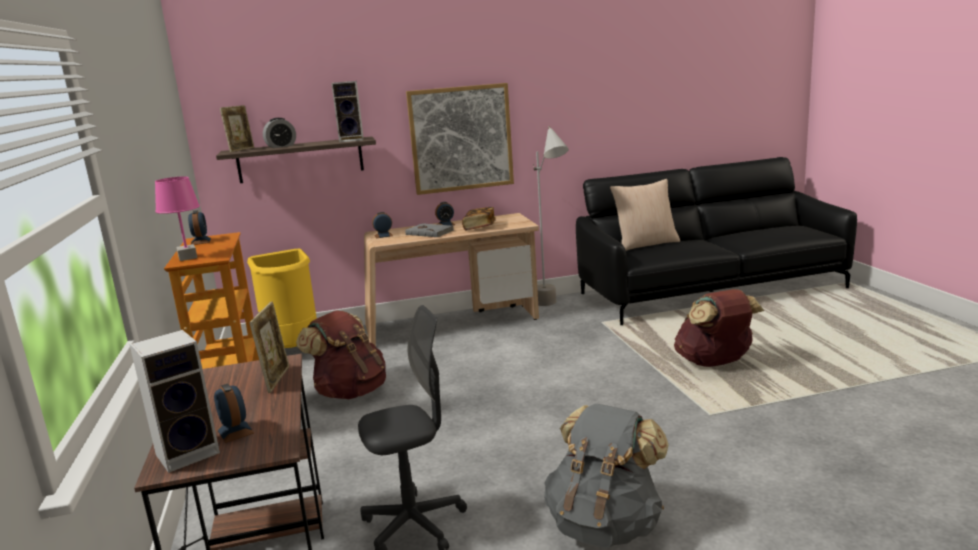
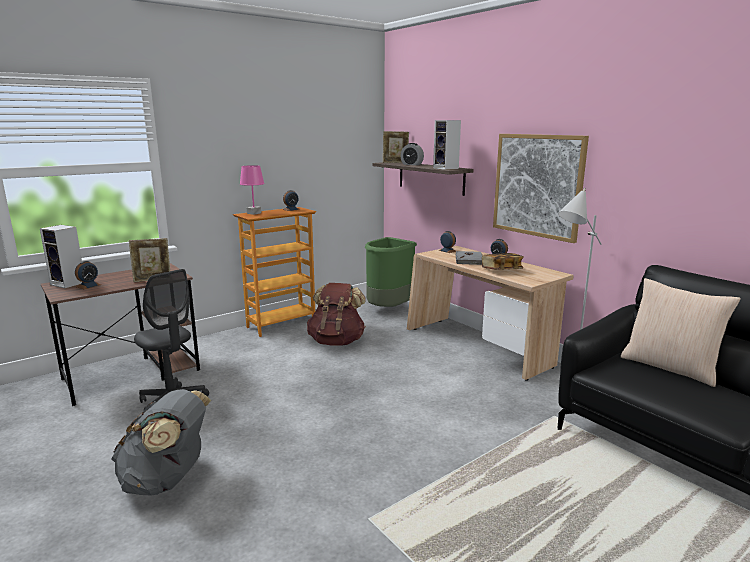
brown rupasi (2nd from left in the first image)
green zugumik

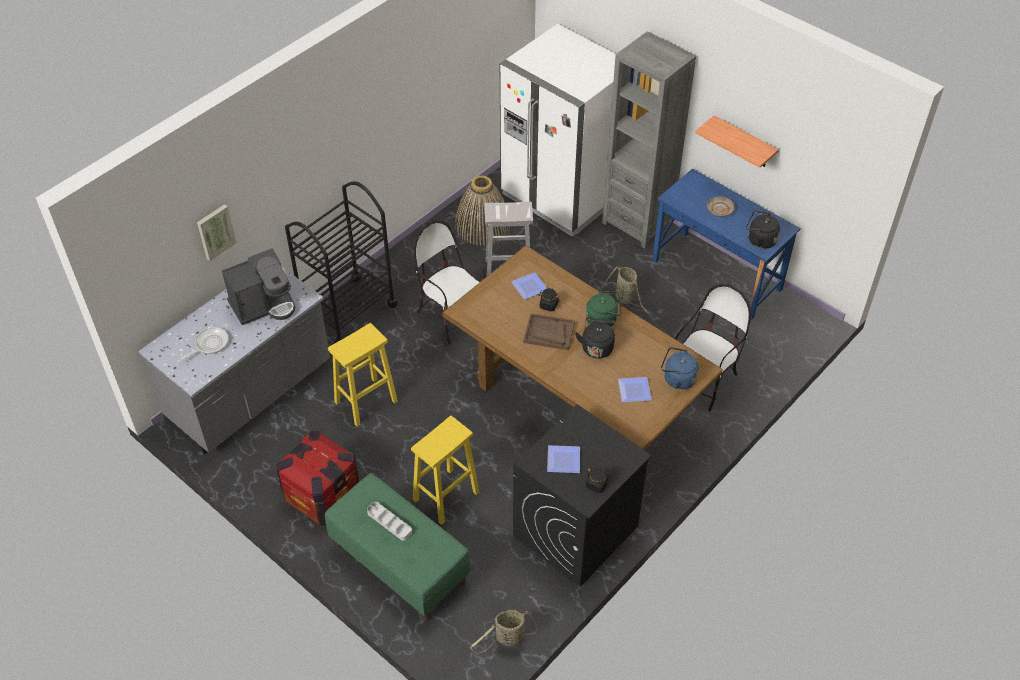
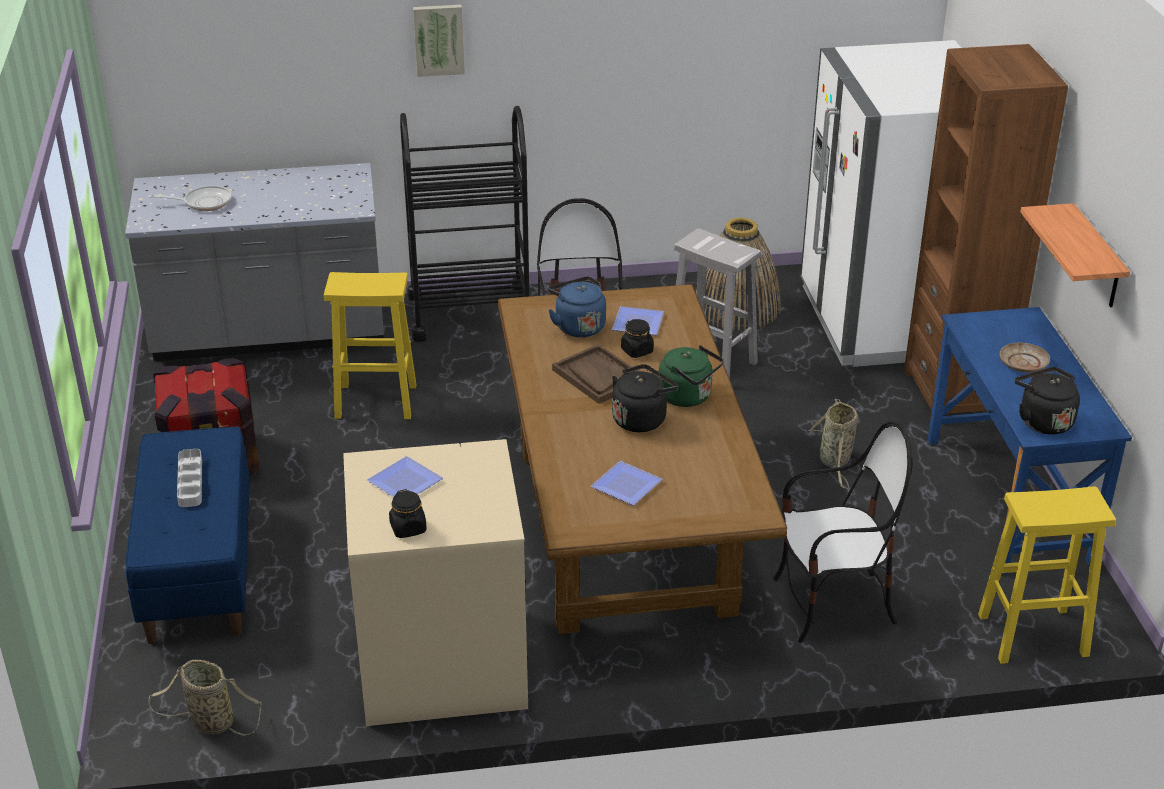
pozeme
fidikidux
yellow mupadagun (2nd from left)
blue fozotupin
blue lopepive
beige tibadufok
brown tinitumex

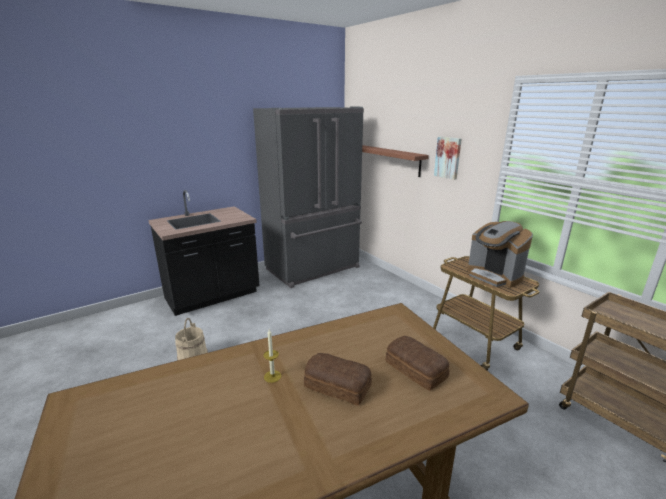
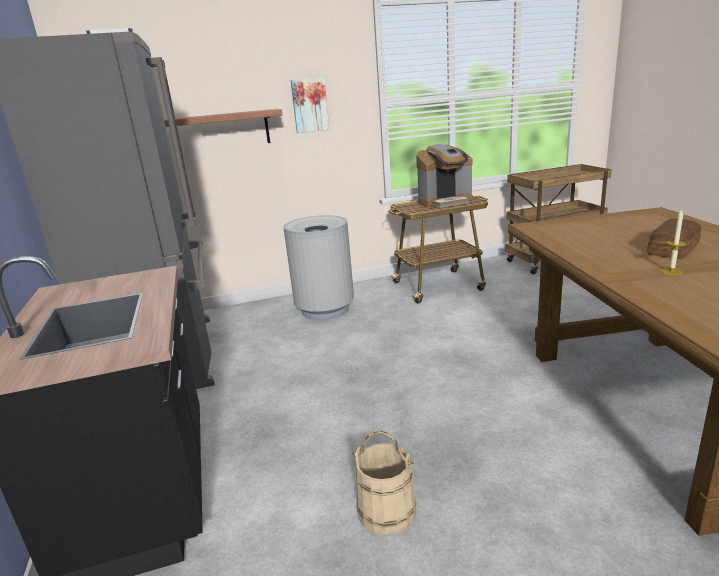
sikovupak (2nd from left in the first image)
grey zugumik

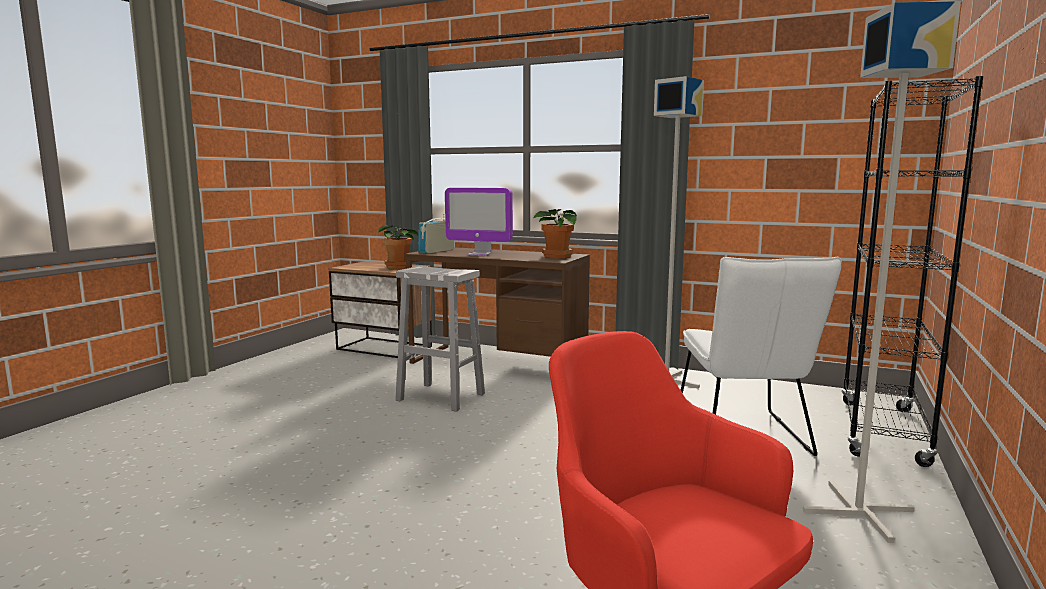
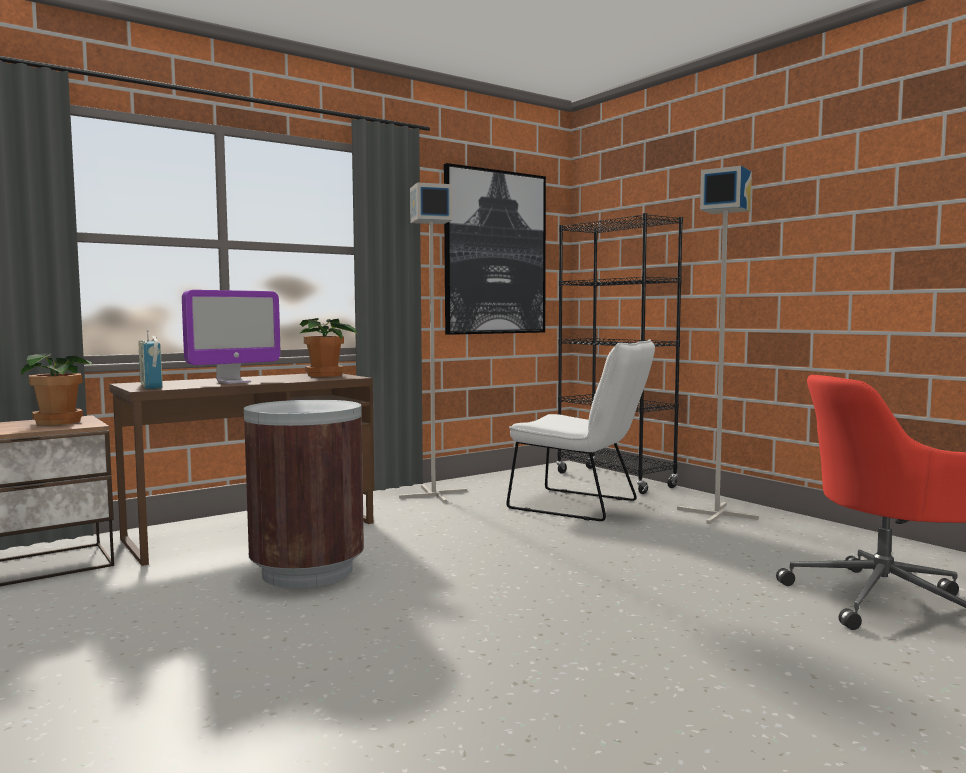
fidikidux
brown zugumik

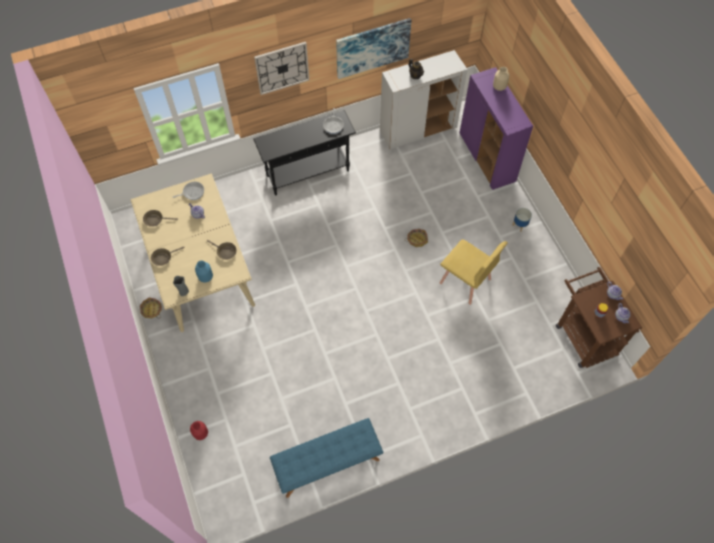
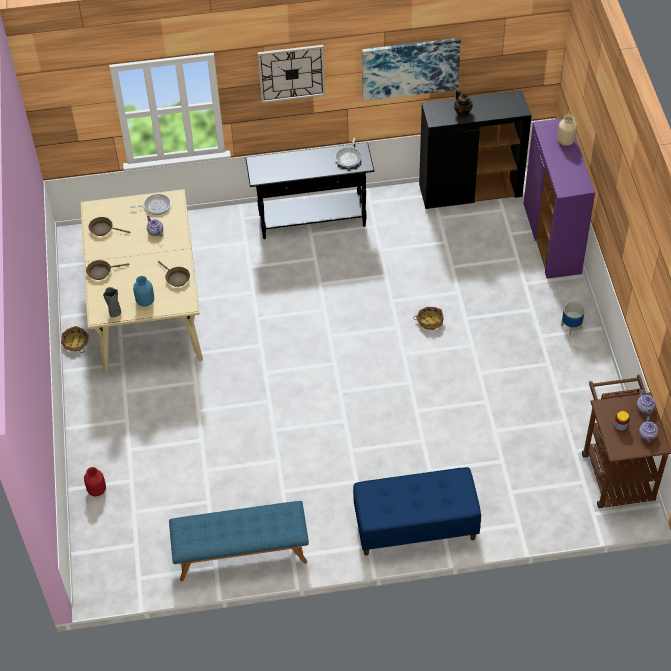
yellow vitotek
blue lopepive (2nd from left)
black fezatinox

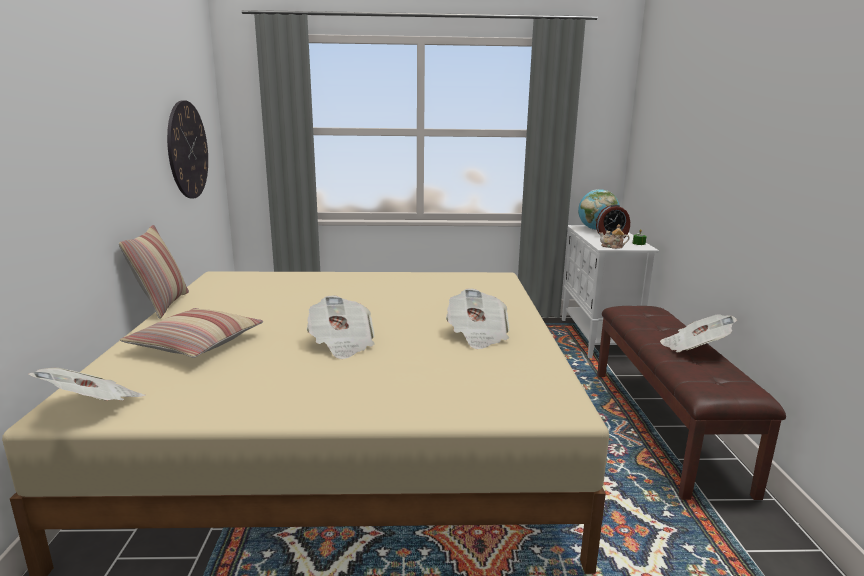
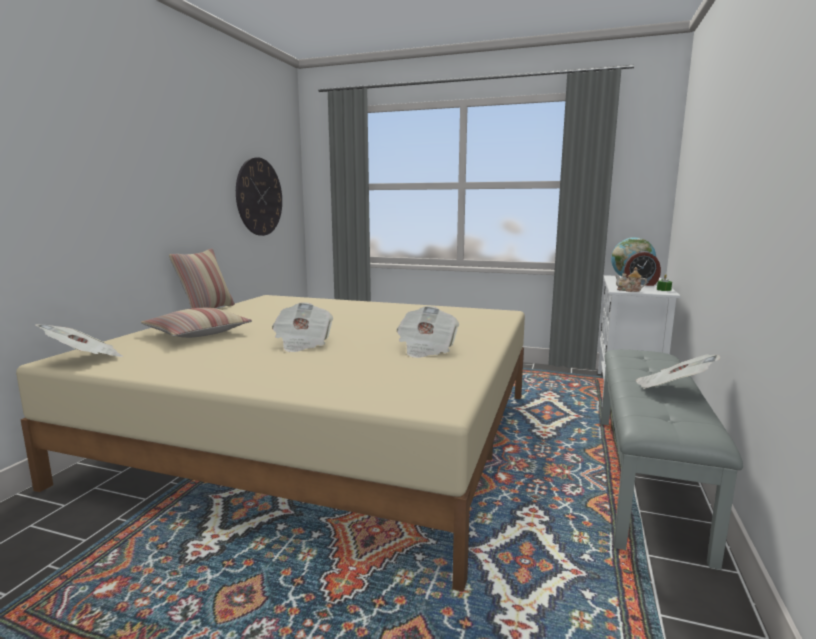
grey lopepive

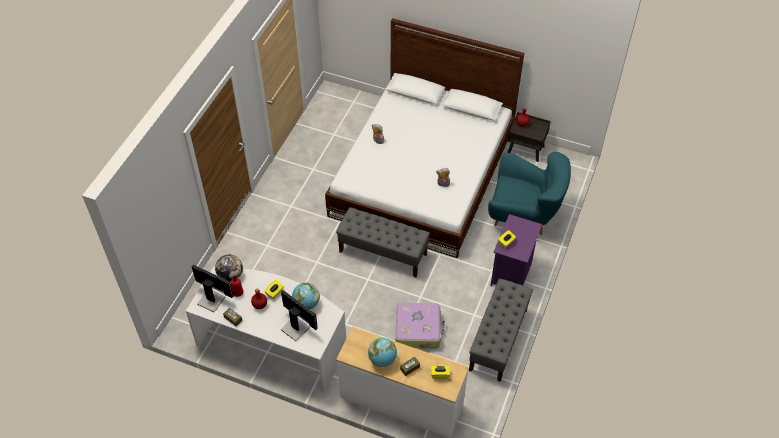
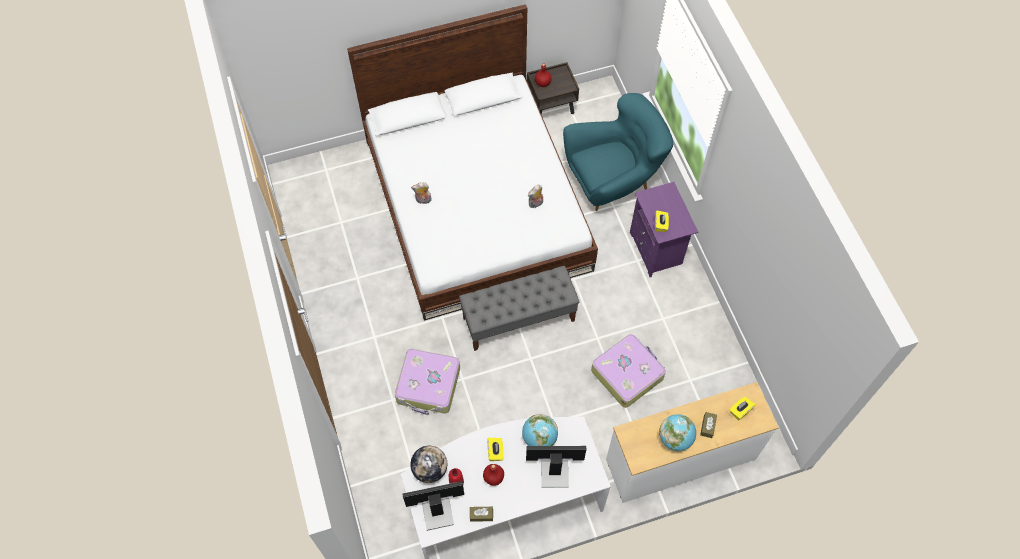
grey lopepive (2nd from left in the first image)
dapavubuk (1st from left)

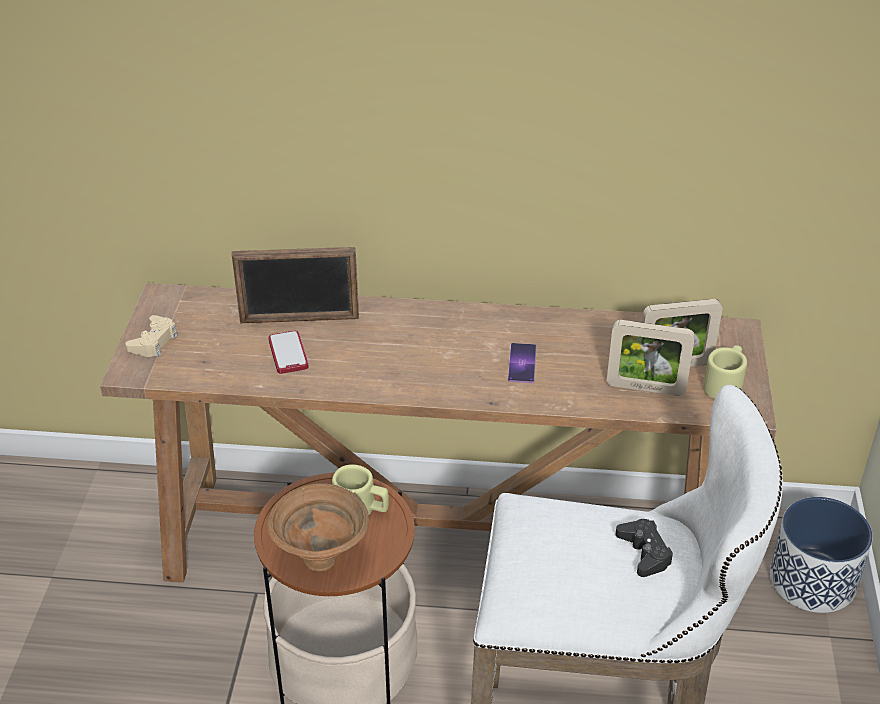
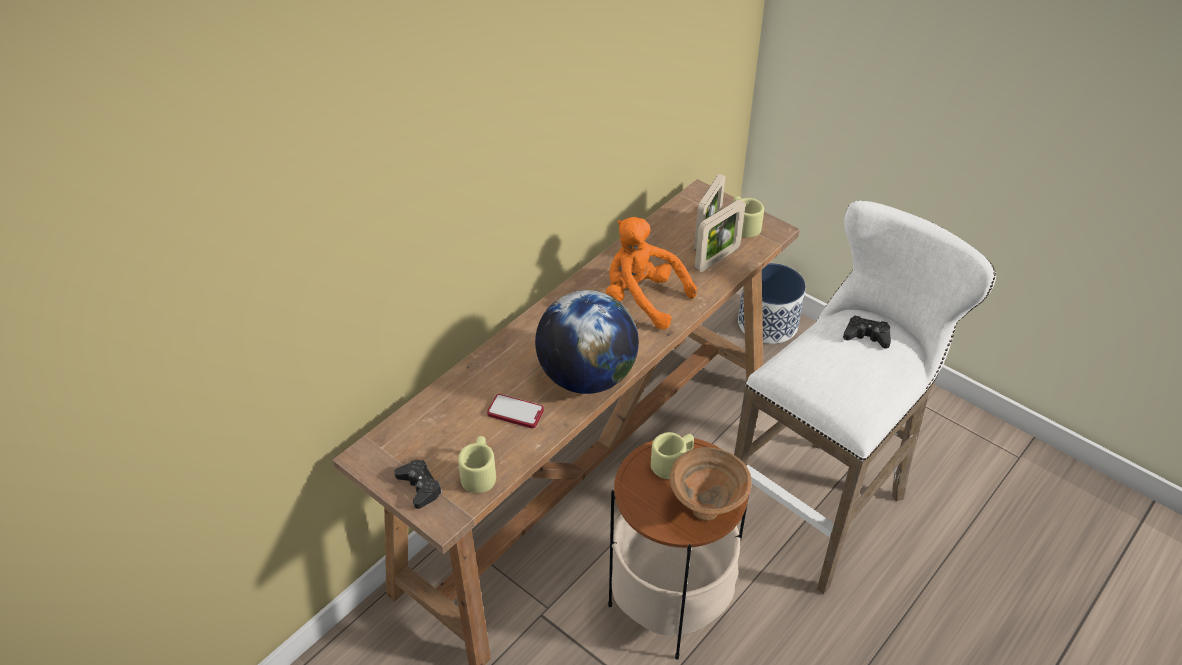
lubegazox (1st from left in the first image)
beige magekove (1st from left)
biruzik
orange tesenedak
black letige (1st from left)

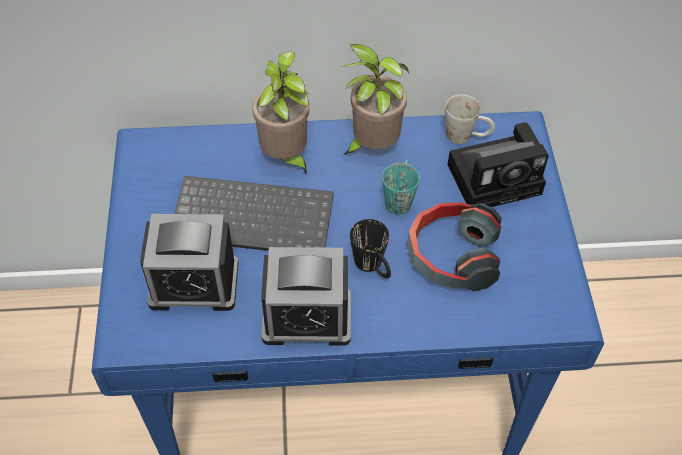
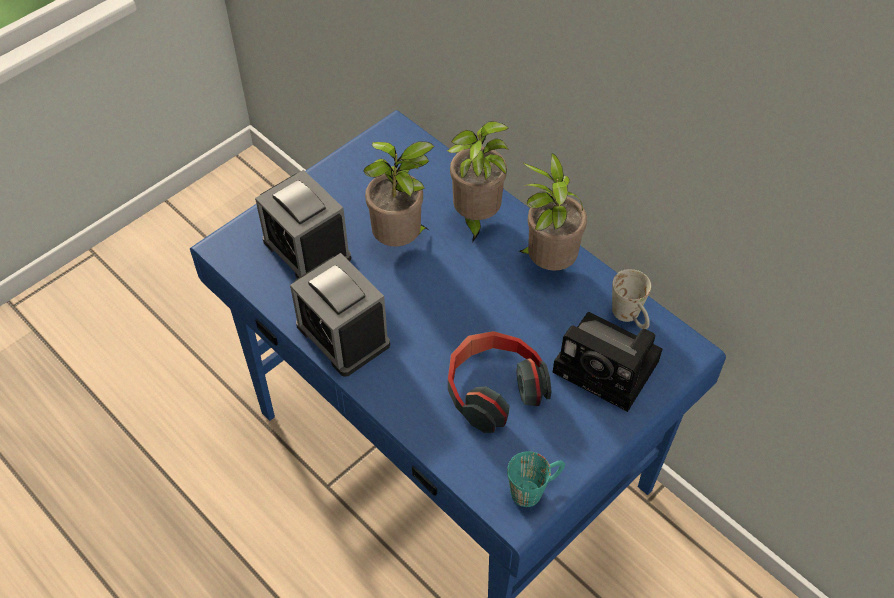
black magekove
turquoise magekove
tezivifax (1st from left)

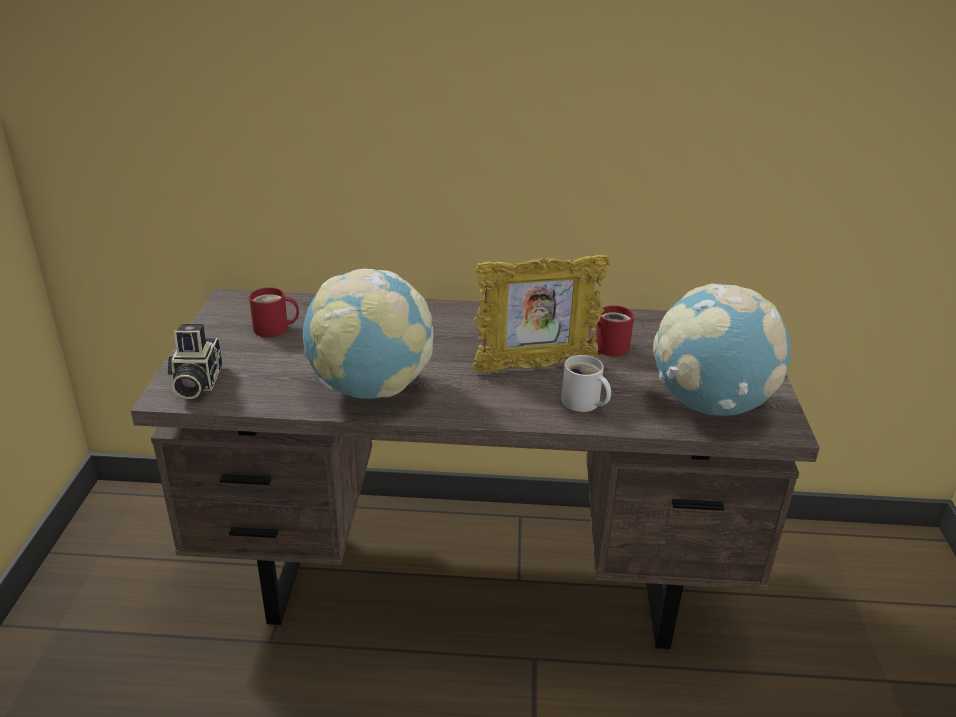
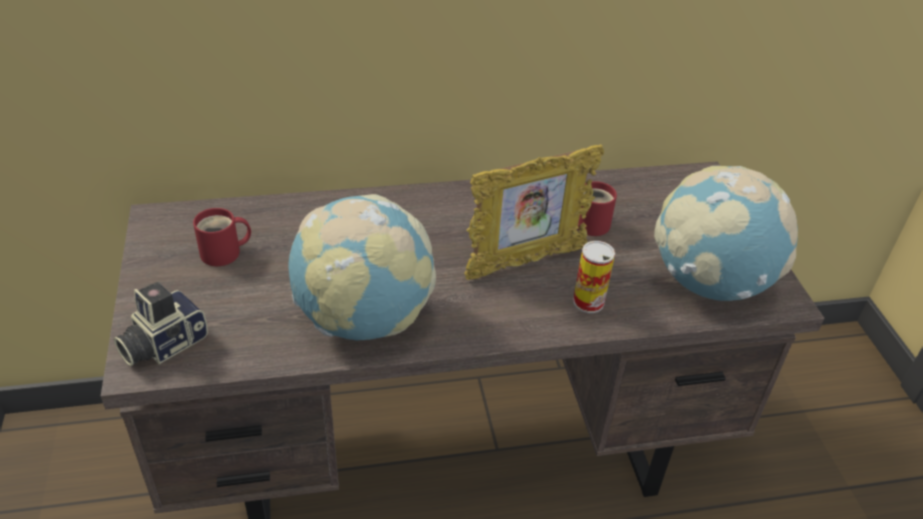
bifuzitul
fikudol

